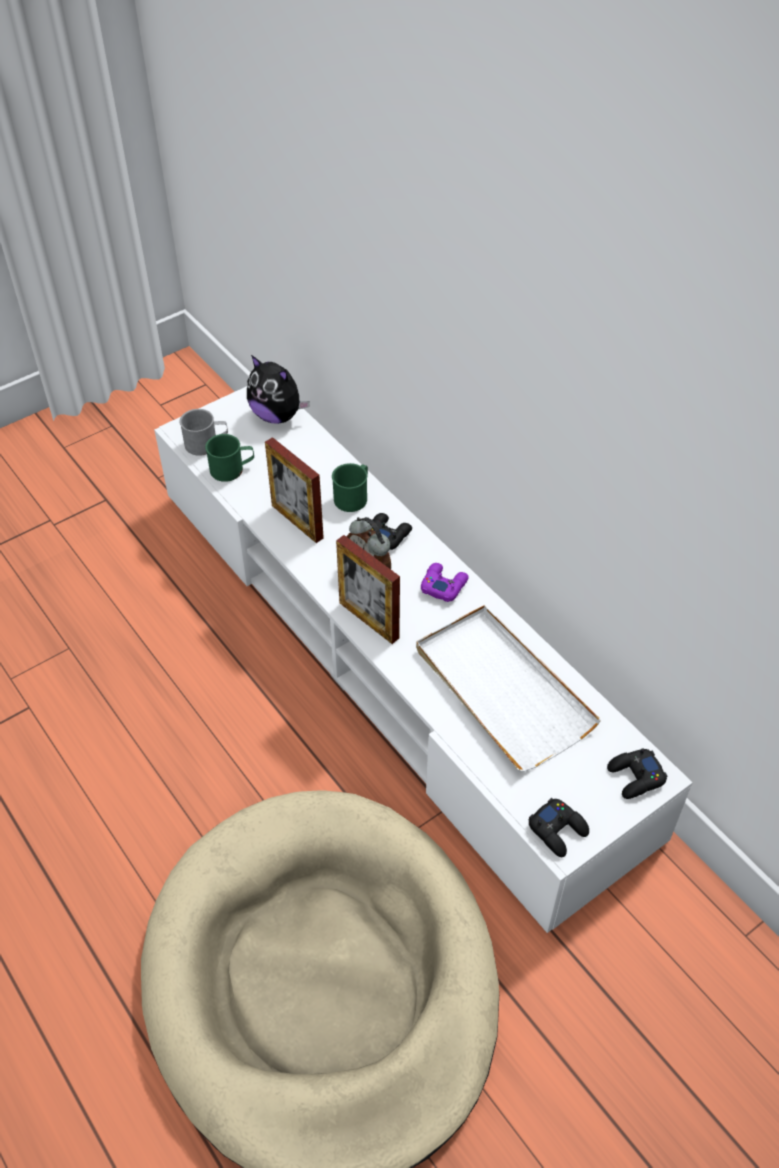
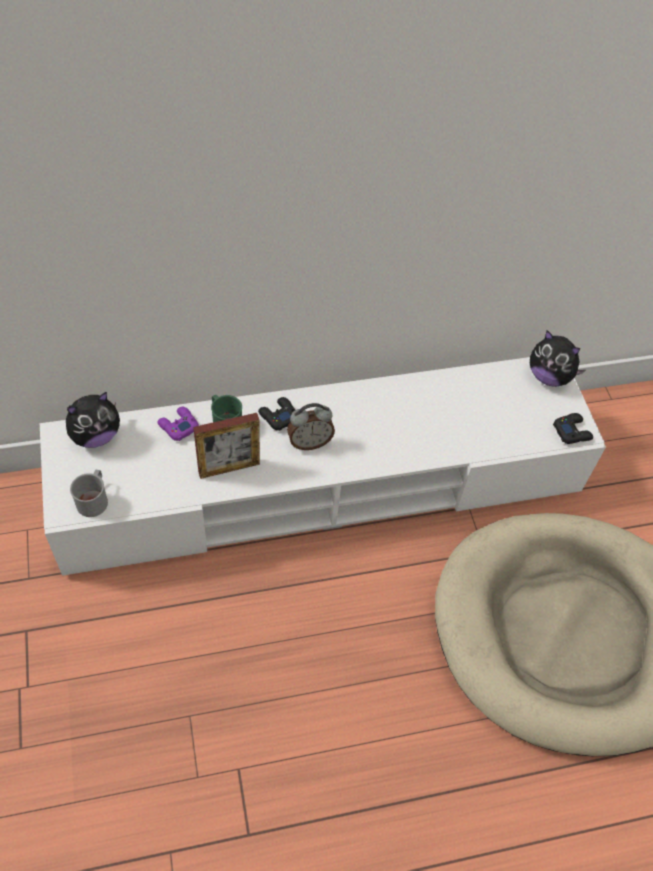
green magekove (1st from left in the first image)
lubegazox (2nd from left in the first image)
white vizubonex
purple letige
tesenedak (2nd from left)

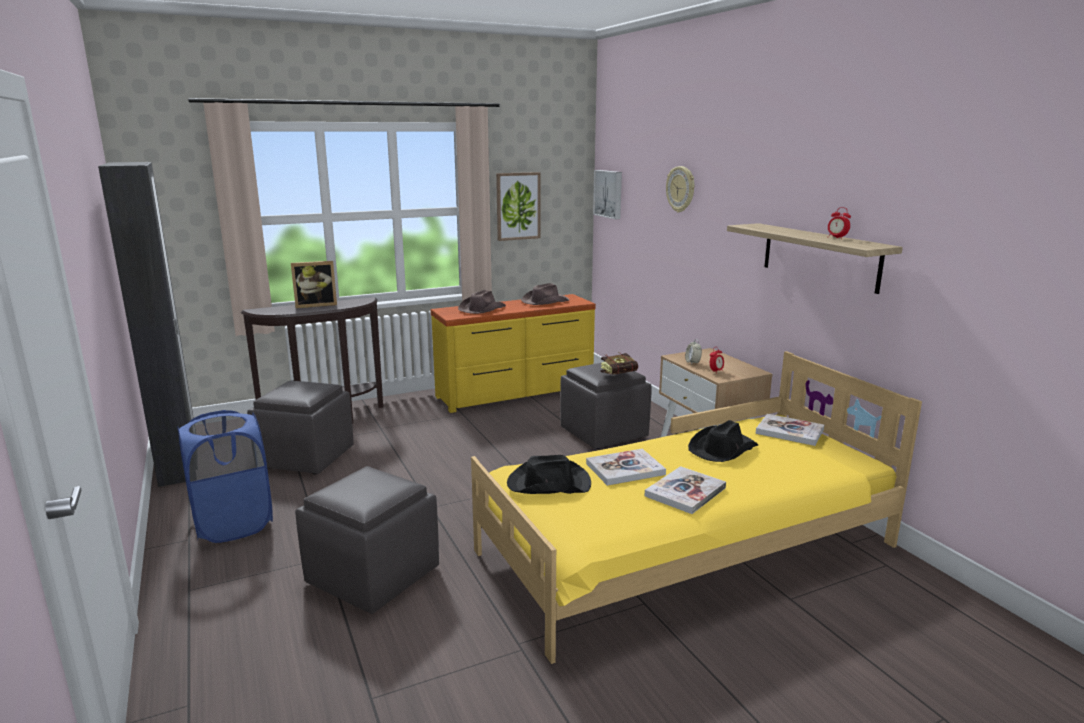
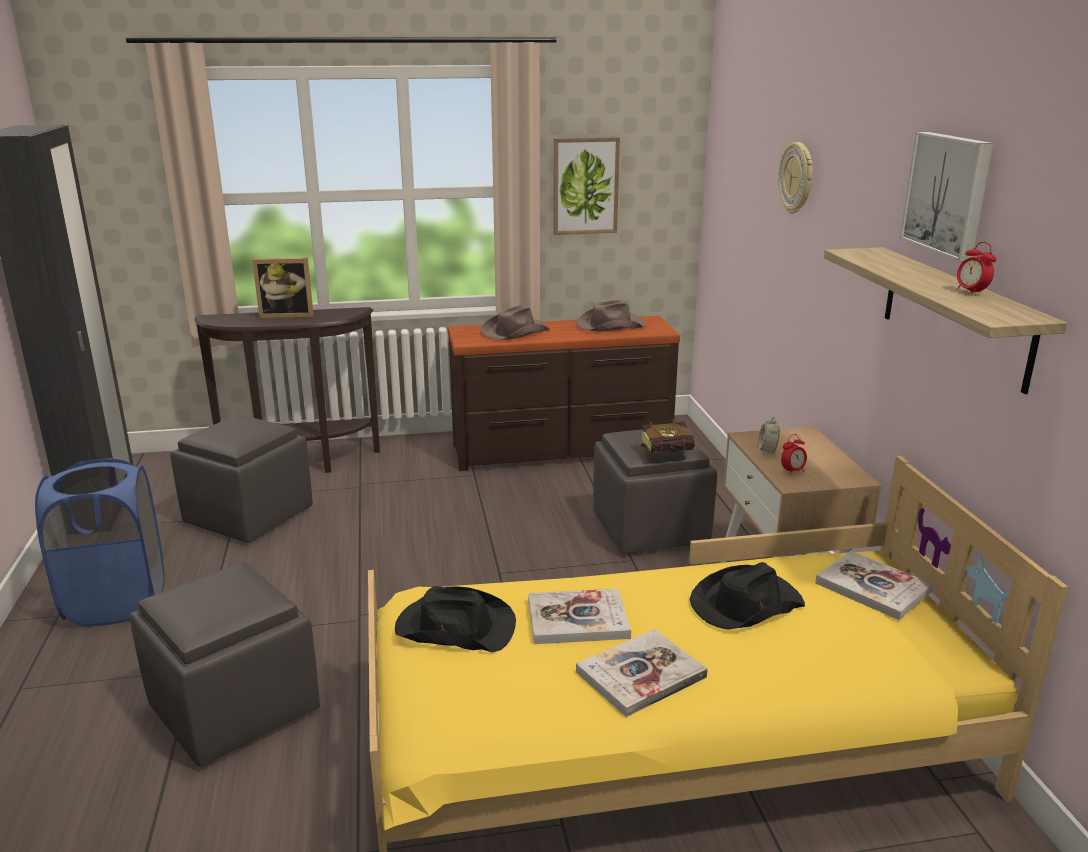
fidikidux (2nd from left)
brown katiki

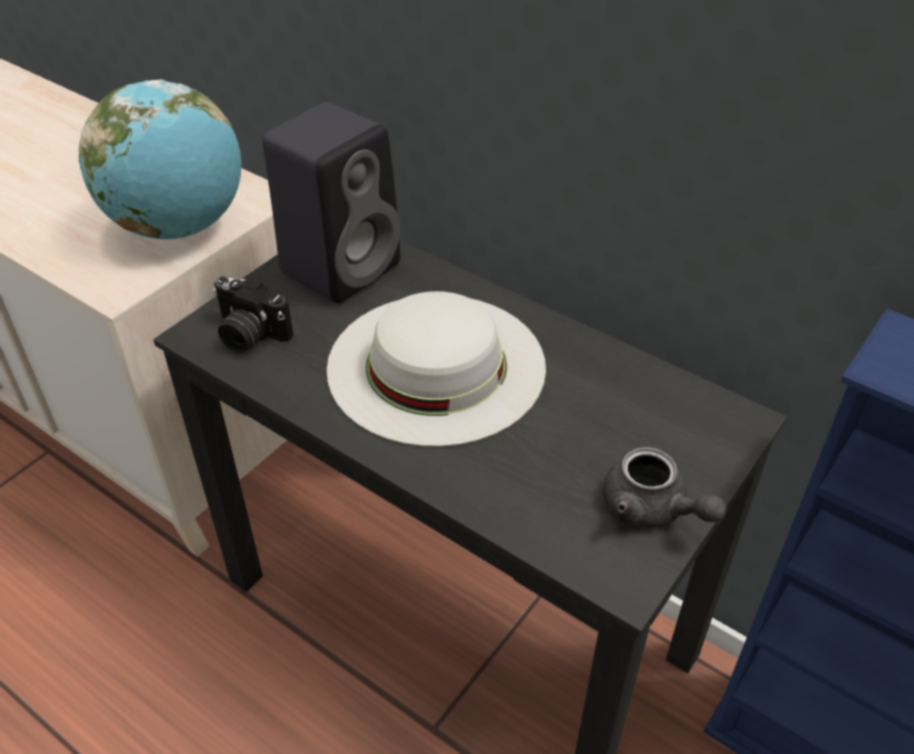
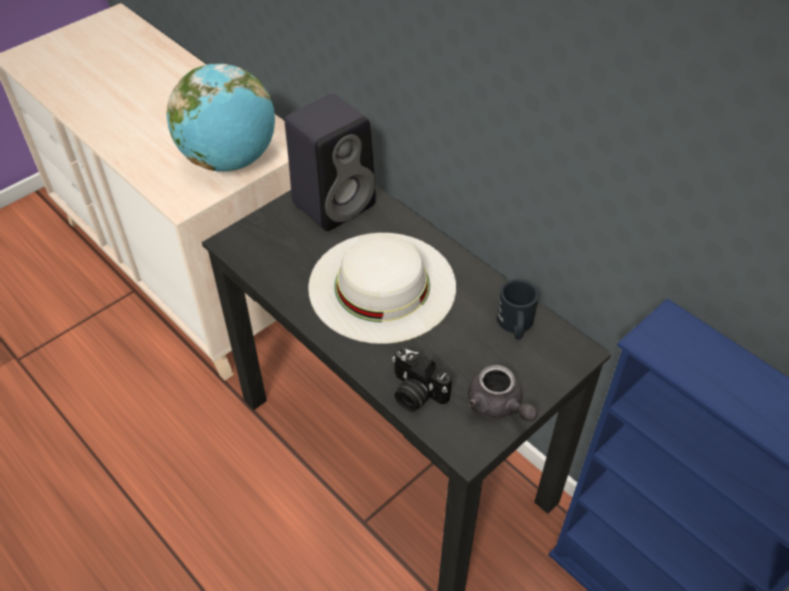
black magekove
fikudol

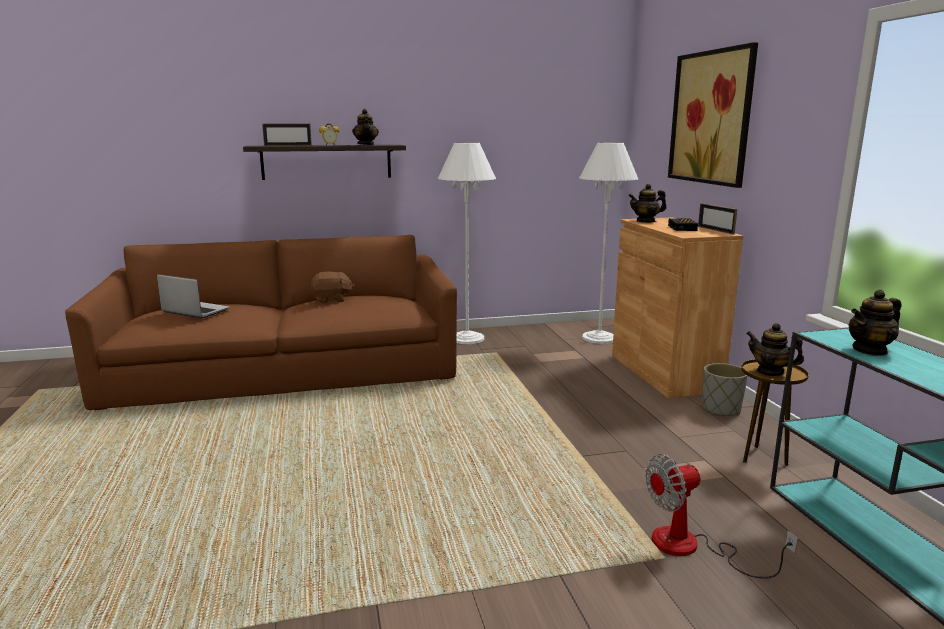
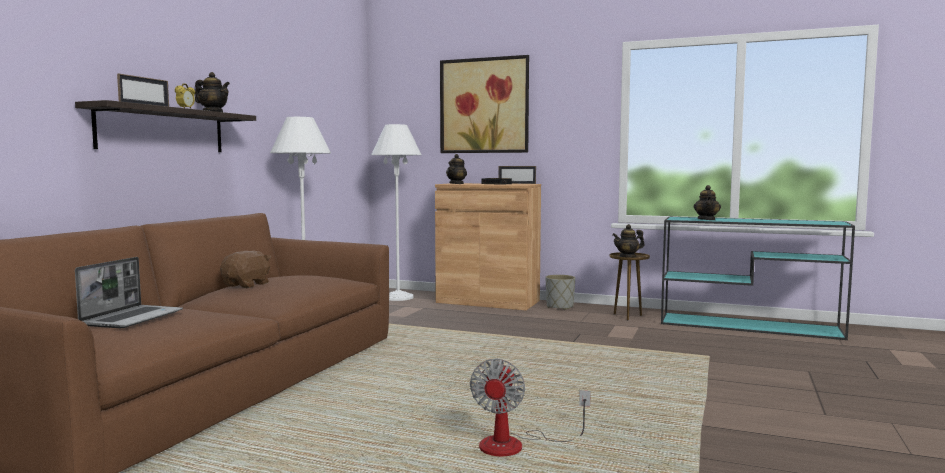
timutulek
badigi

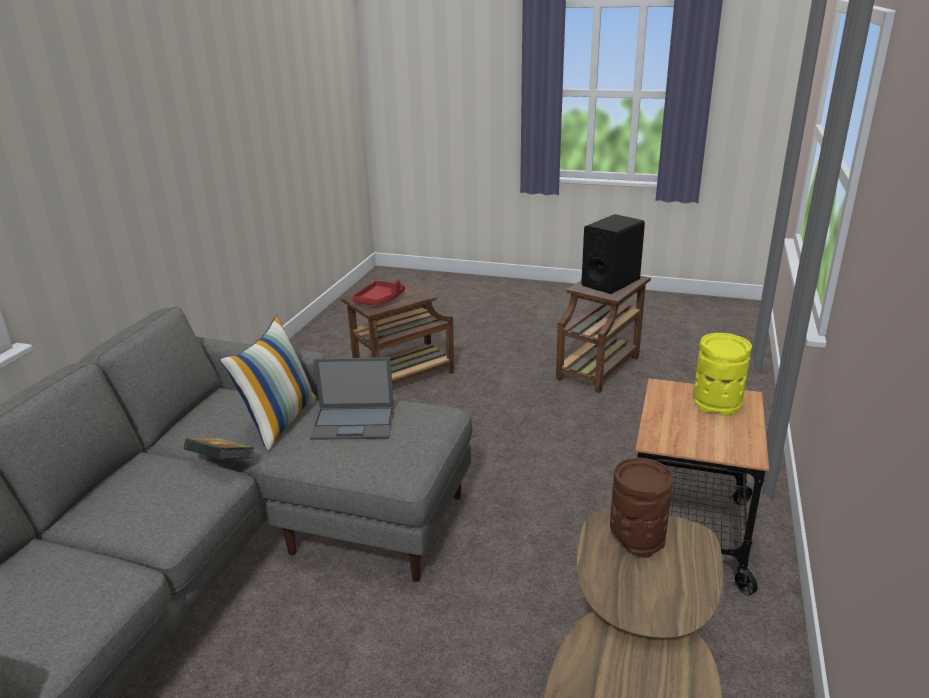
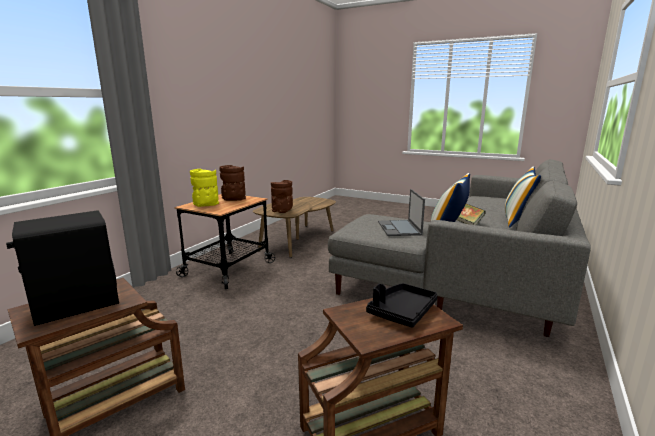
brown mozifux (1st from left)
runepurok (2nd from left)
black vizubonex
badigi

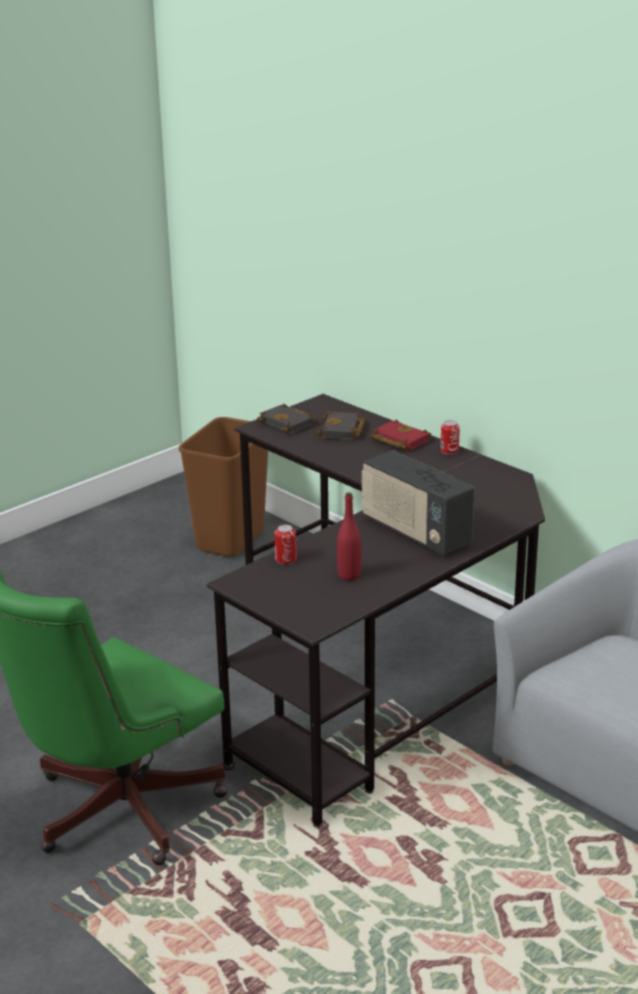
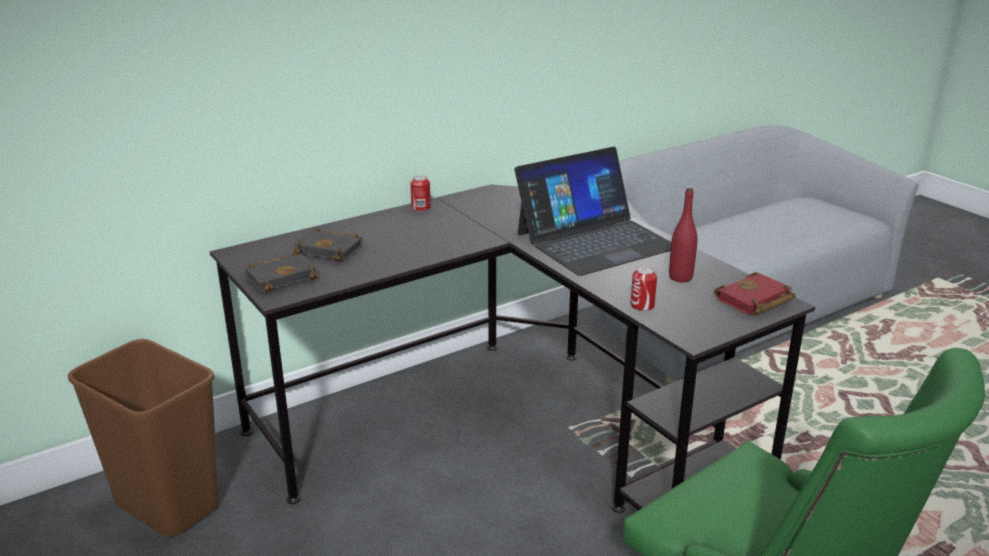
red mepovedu
badigi

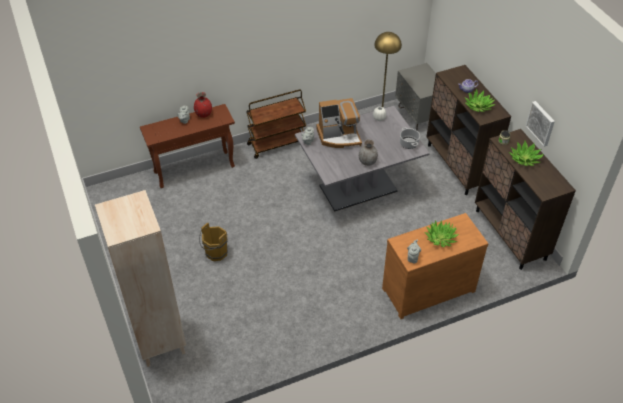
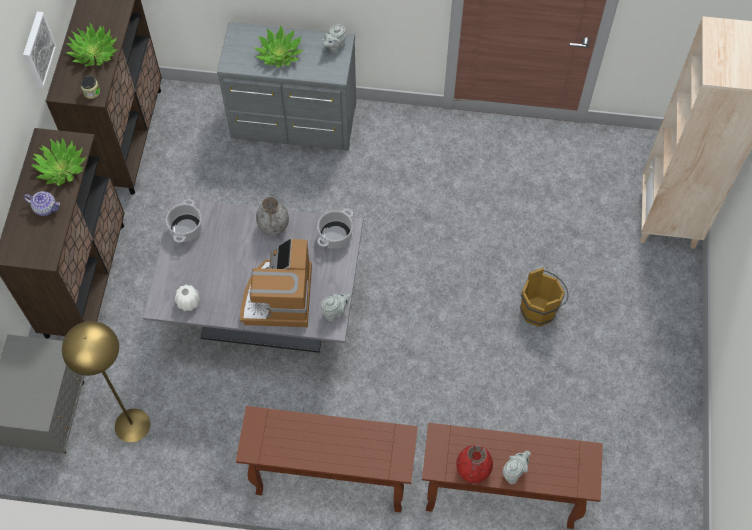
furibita (2nd from left)
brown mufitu (1st from left)
grey katiki
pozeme

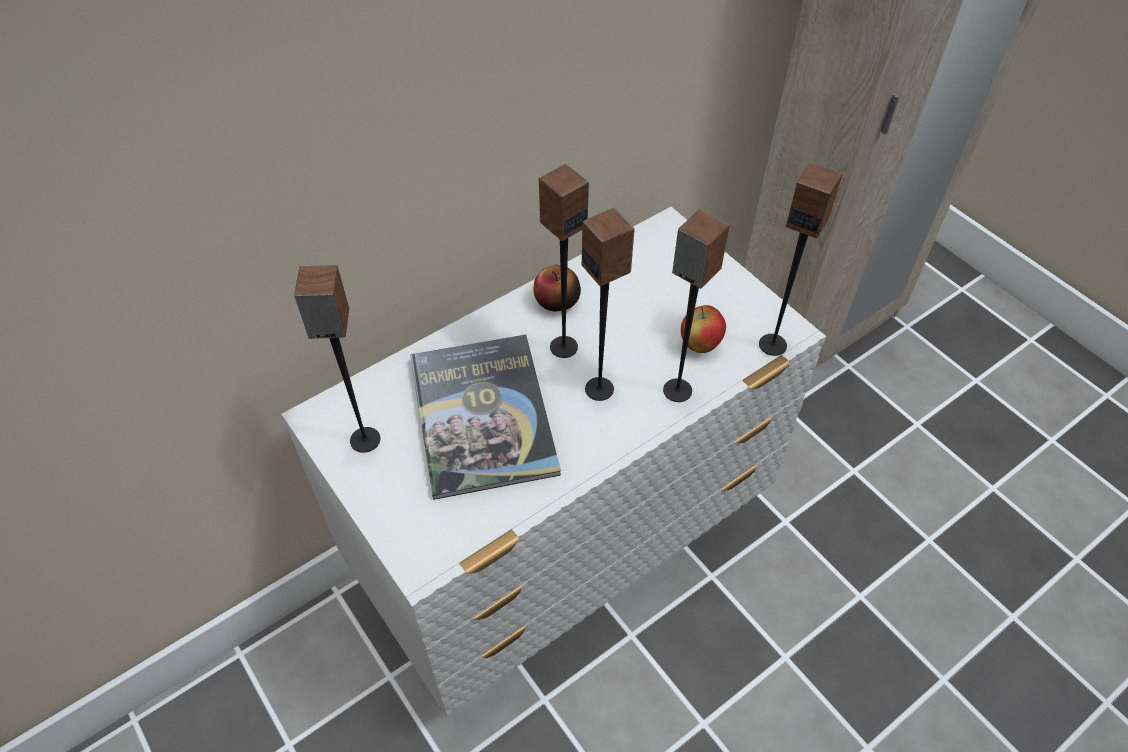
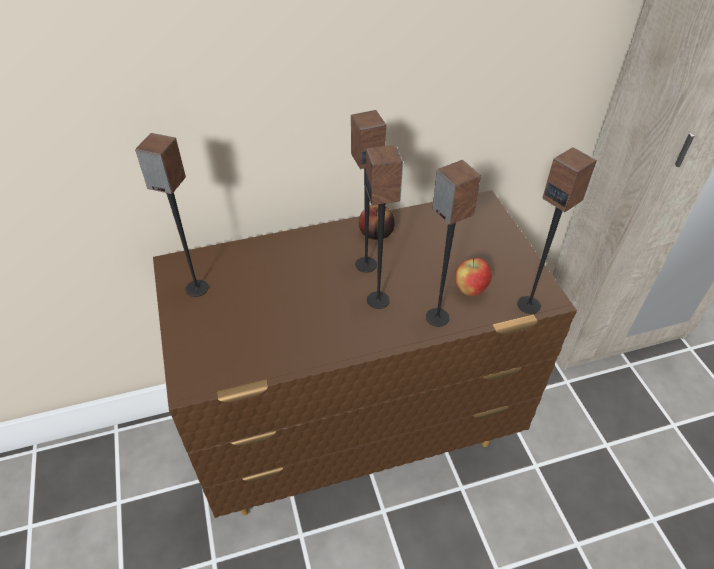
mepovedu
brown katiki

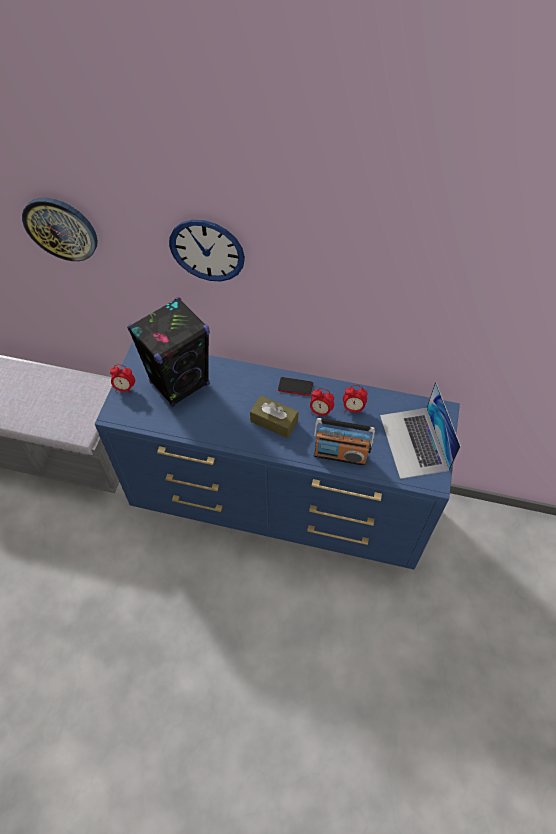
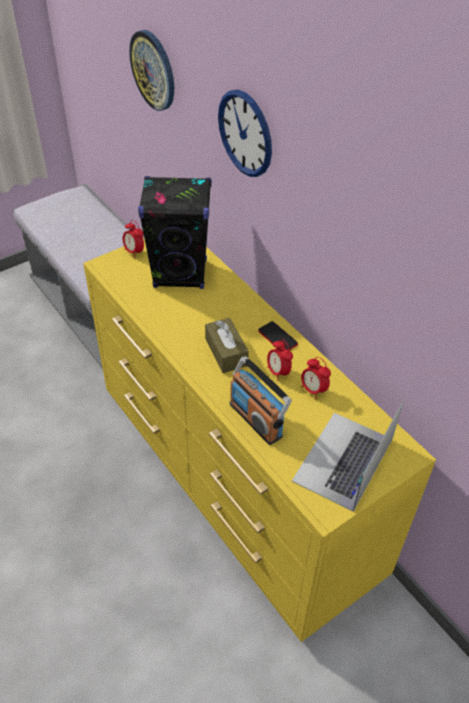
yellow katiki

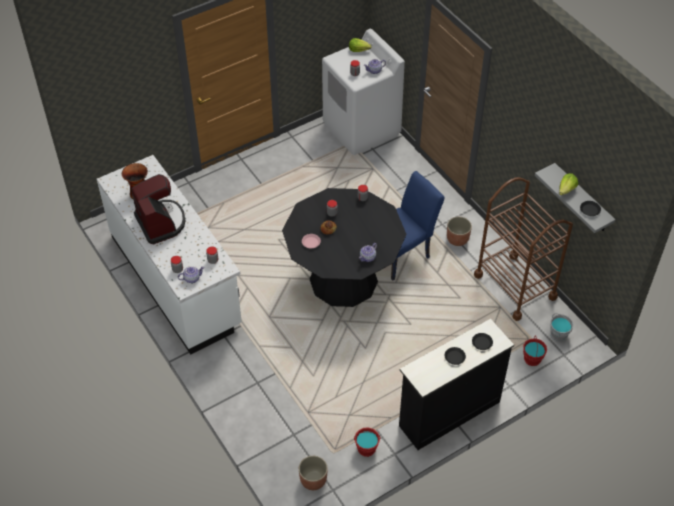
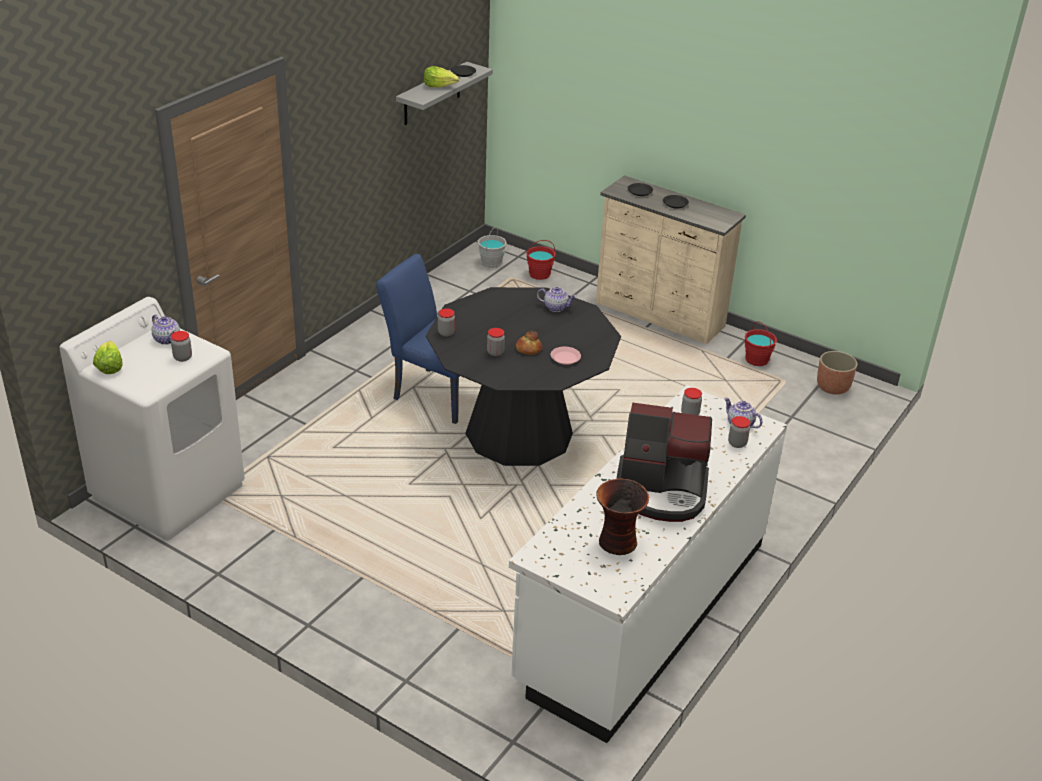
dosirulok (2nd from left in the first image)
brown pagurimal
beige katiki
pozeme

